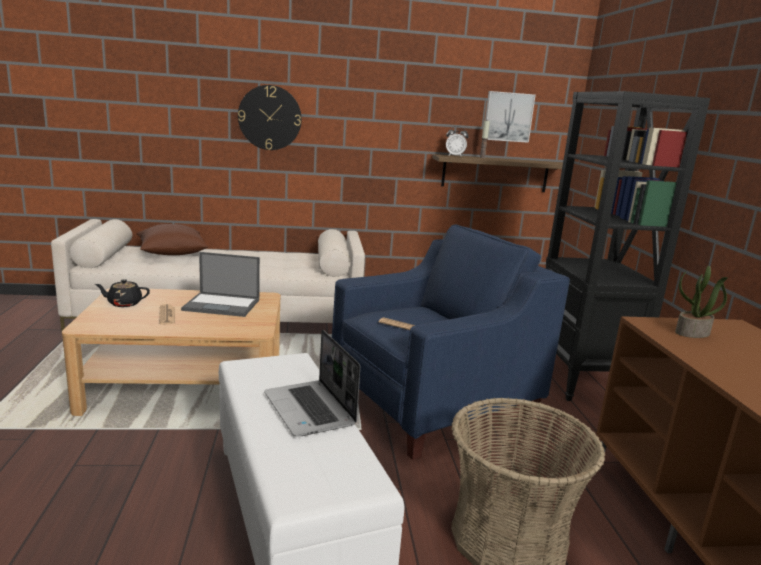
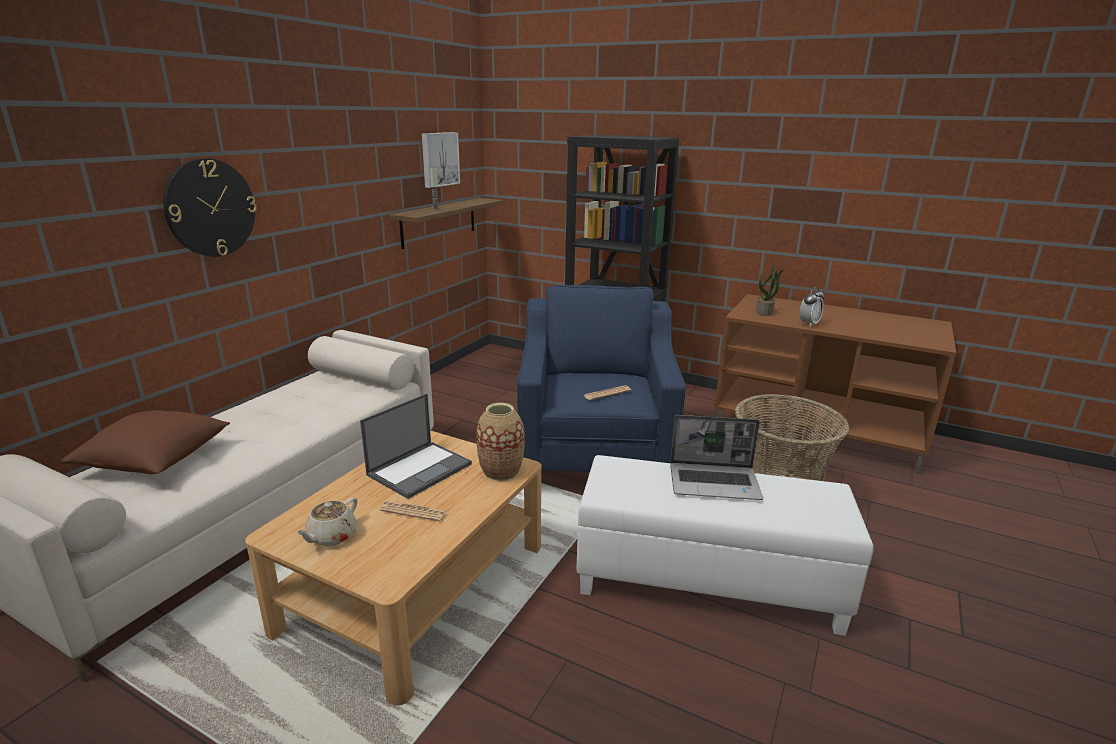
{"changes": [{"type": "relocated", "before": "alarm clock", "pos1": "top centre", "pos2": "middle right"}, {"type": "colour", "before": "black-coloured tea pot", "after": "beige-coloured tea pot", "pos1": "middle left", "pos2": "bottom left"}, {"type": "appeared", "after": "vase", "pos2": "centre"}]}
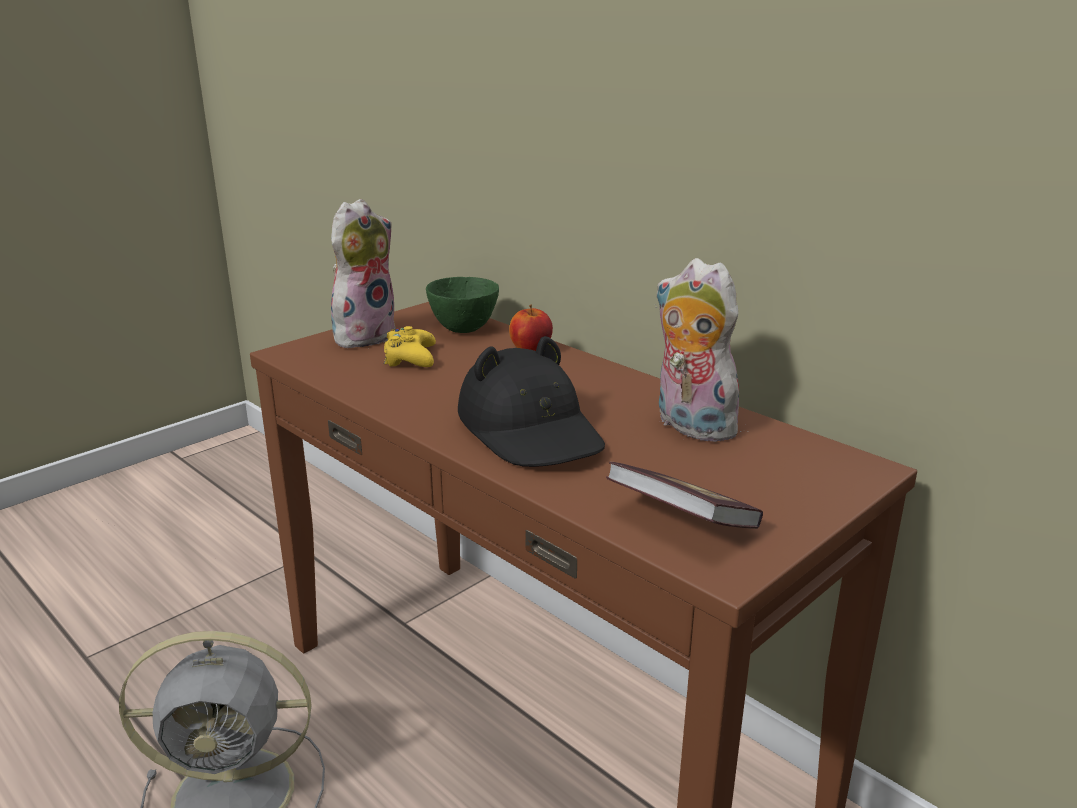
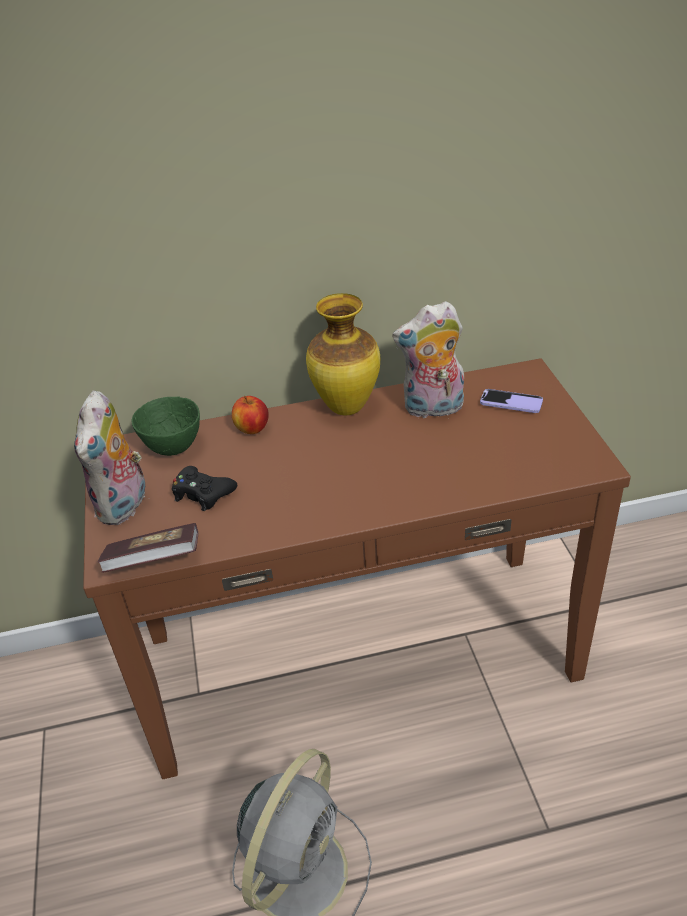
{"changes": [{"type": "spun", "before": "cuddly toy (no. 1 from left)", "pos1": "centre", "pos2": "middle left", "turn": -150}, {"type": "colour", "before": "yellow joypad", "after": "black-coloured joypad", "pos1": "centre", "pos2": "middle left"}, {"type": "missing", "before": "black-coloured wearable hat", "pos1": "centre"}, {"type": "relocated", "before": "book", "pos1": "centre", "pos2": "middle left"}, {"type": "appeared", "after": "vase", "pos2": "centre"}, {"type": "appeared", "after": "handset", "pos2": "middle right"}]}
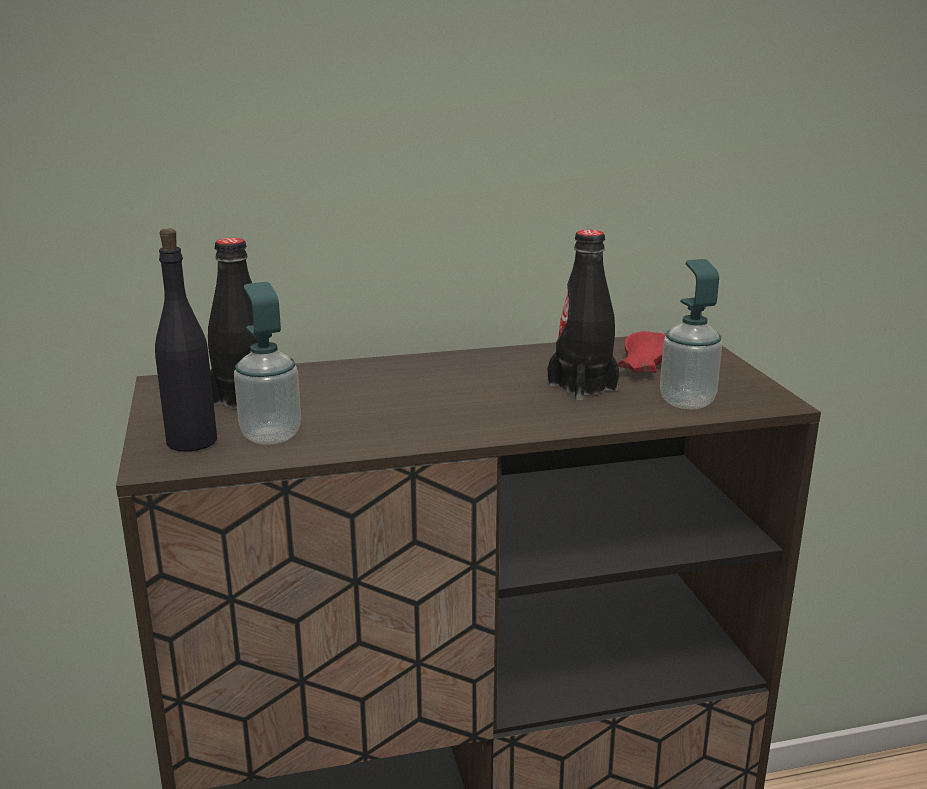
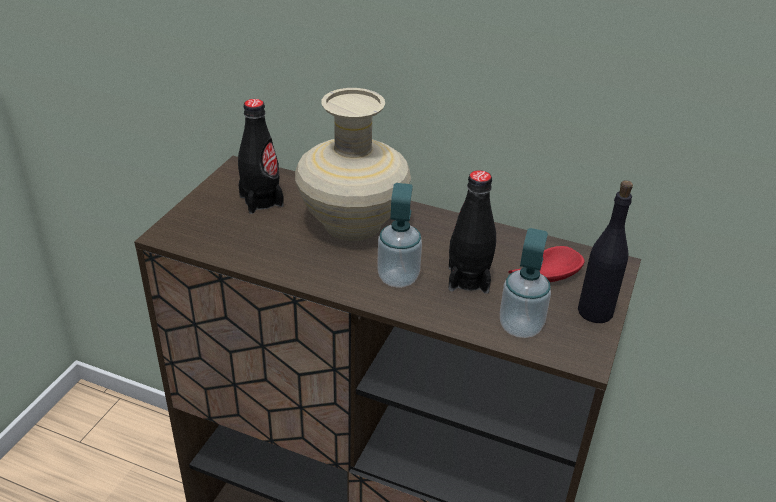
{"changes": [{"type": "relocated", "before": "black-coloured drink bottle (no. 1 from left in the first image)", "after": "black-coloured drink bottle (no. 3 from left)", "pos1": "middle left", "pos2": "middle right"}, {"type": "relocated", "before": "soap bottle (no. 1 from left)", "pos1": "middle left", "pos2": "centre"}, {"type": "appeared", "after": "beige-coloured vase", "pos2": "top centre"}]}
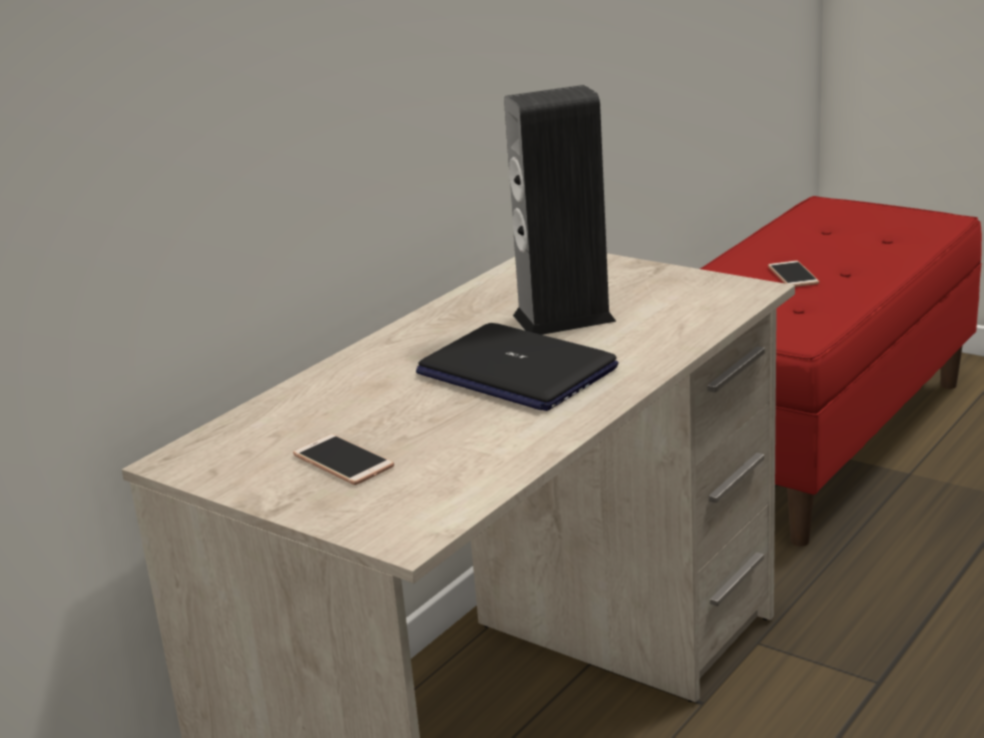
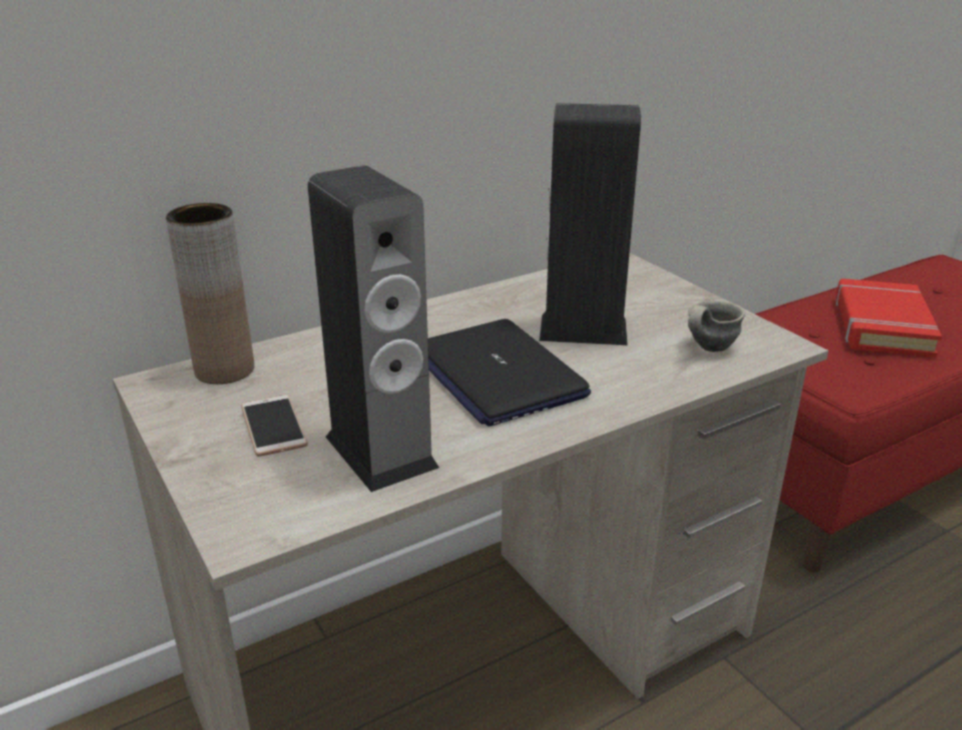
{"changes": [{"type": "exchanged", "before": "handset (no. 2 from left)", "after": "red-coloured book", "pos1": "middle right", "pos2": "middle right"}, {"type": "appeared", "after": "audio speaker (no. 1 from left)", "pos2": "centre"}, {"type": "appeared", "after": "brown vase", "pos2": "middle left"}, {"type": "appeared", "after": "gray coffee mug", "pos2": "middle right"}]}
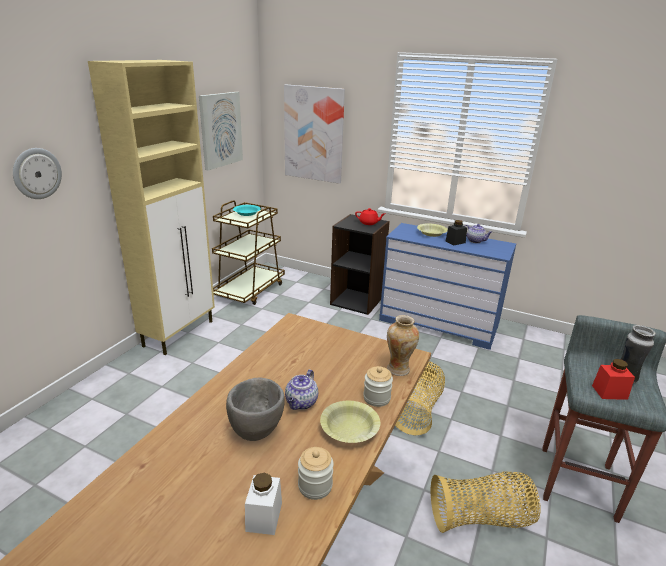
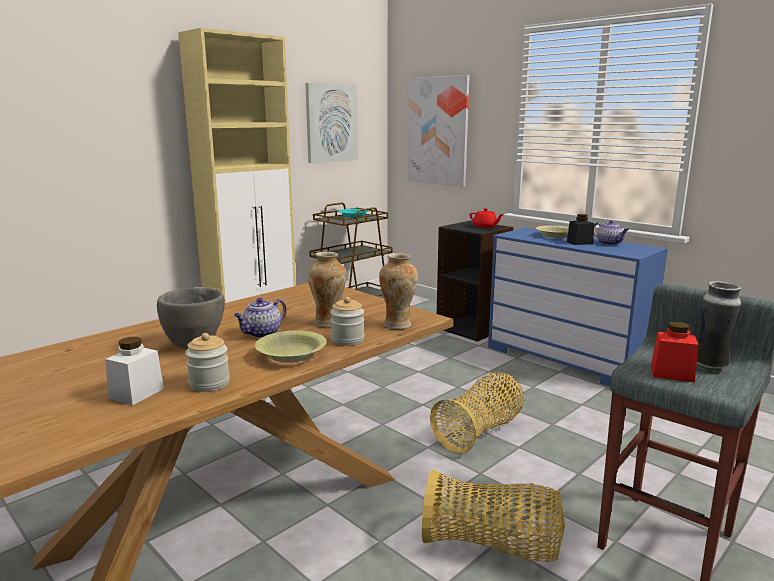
{"changes": [{"type": "missing", "before": "wall clock", "pos1": "top left"}, {"type": "appeared", "after": "vase (no. 1 from left)", "pos2": "centre"}]}
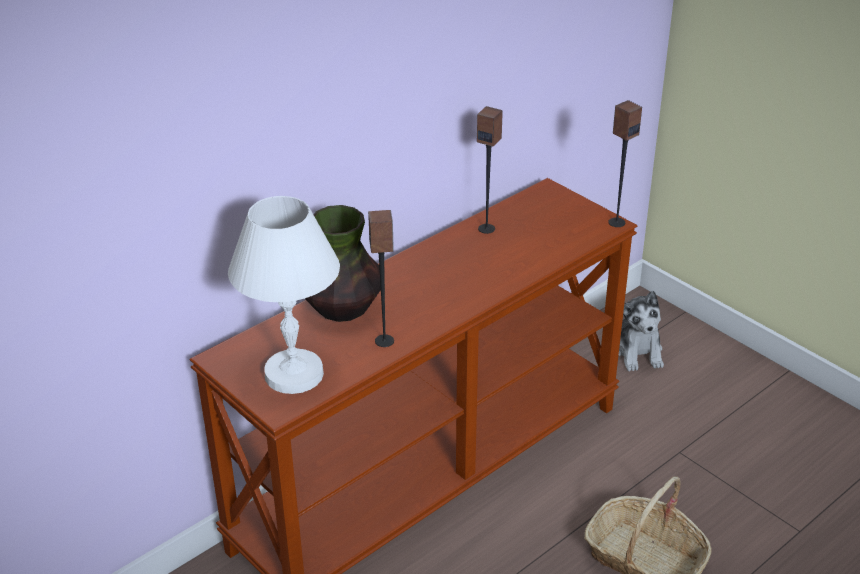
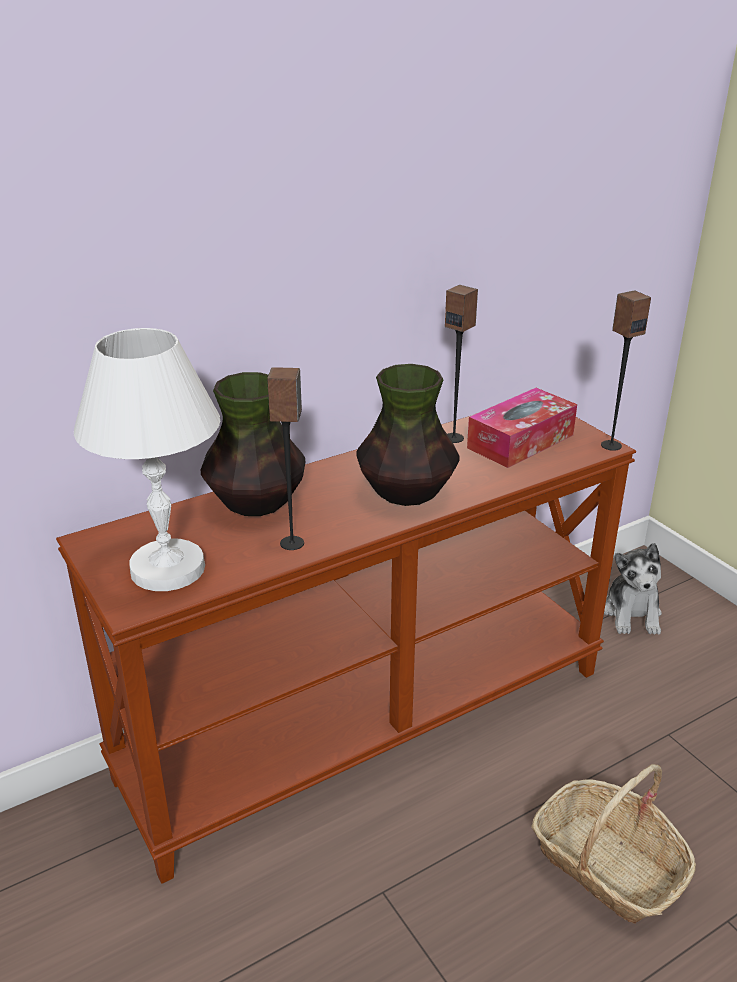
{"changes": [{"type": "appeared", "after": "vase (no. 2 from left)", "pos2": "centre"}, {"type": "appeared", "after": "tissue holder", "pos2": "middle right"}]}
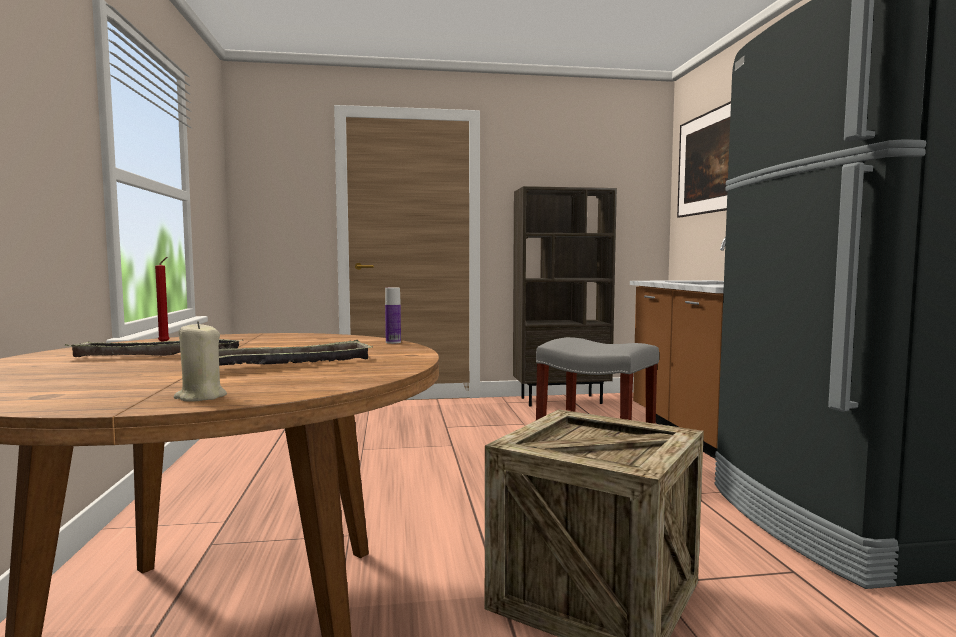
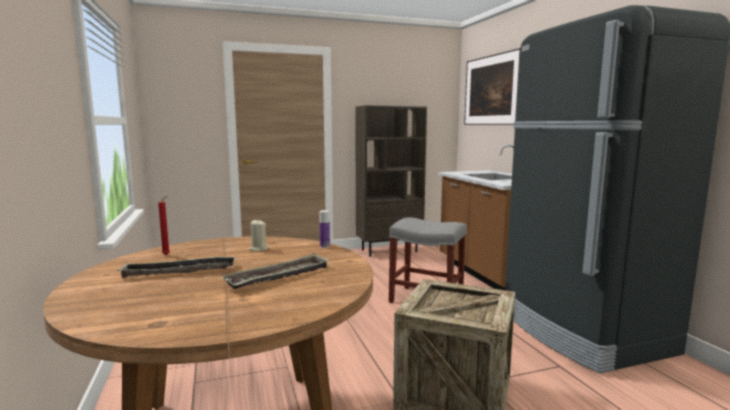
{"changes": [{"type": "relocated", "before": "beige-coloured wax candle", "pos1": "middle left", "pos2": "centre"}]}
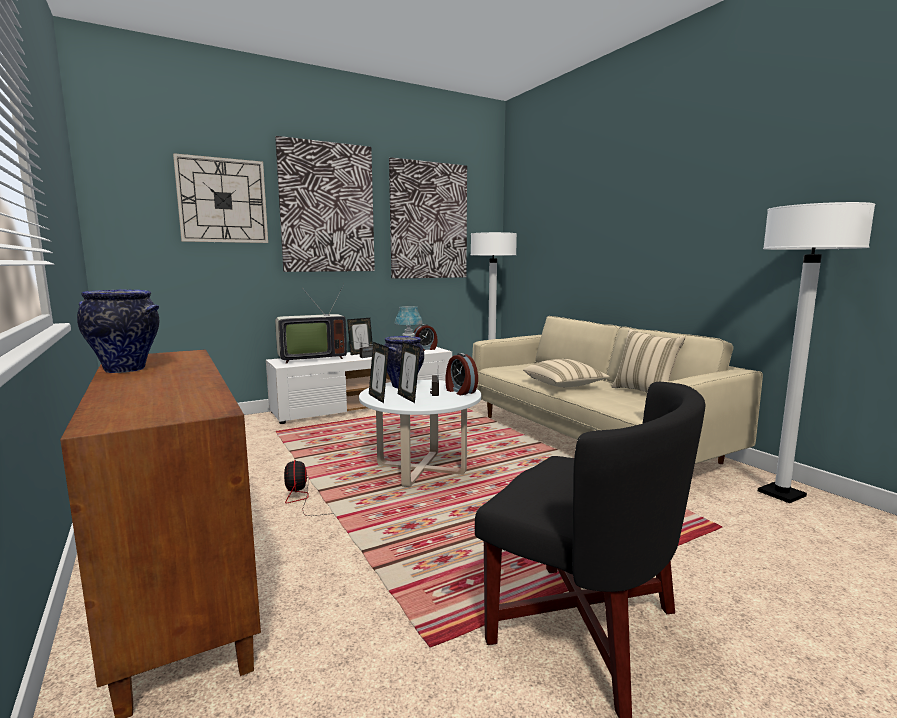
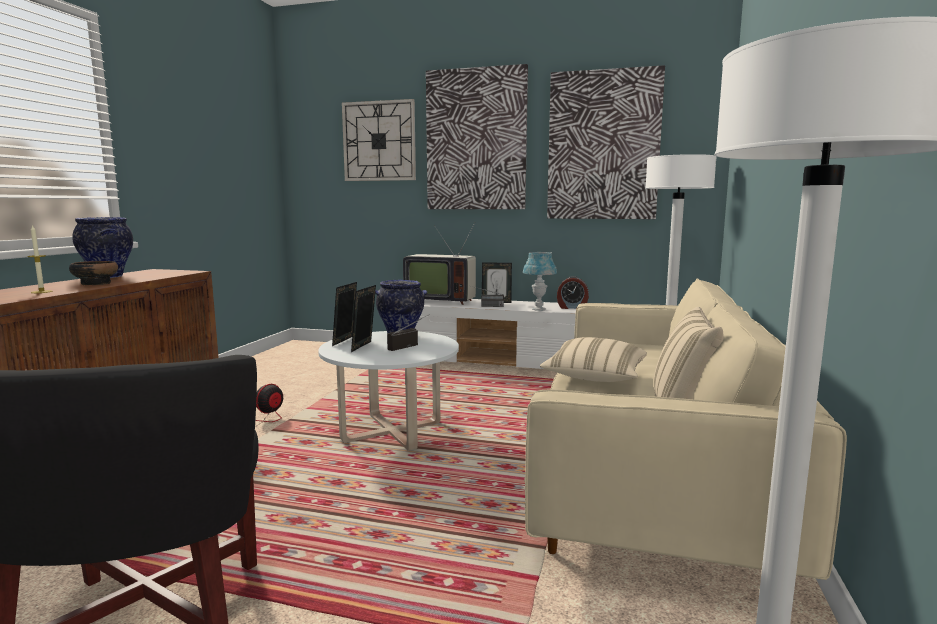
{"changes": [{"type": "missing", "before": "alarm clock (no. 2 from left)", "pos1": "centre"}, {"type": "appeared", "after": "wax candle", "pos2": "middle left"}, {"type": "appeared", "after": "deep dish", "pos2": "middle left"}]}
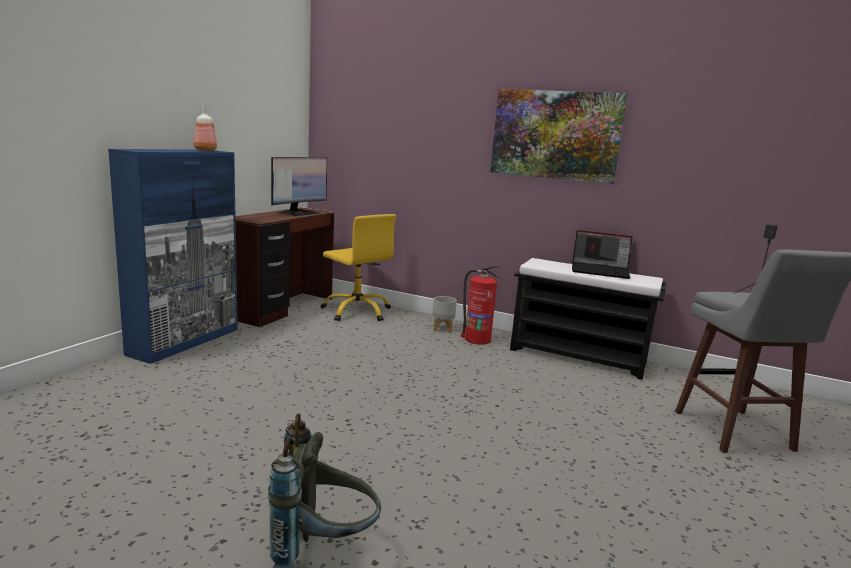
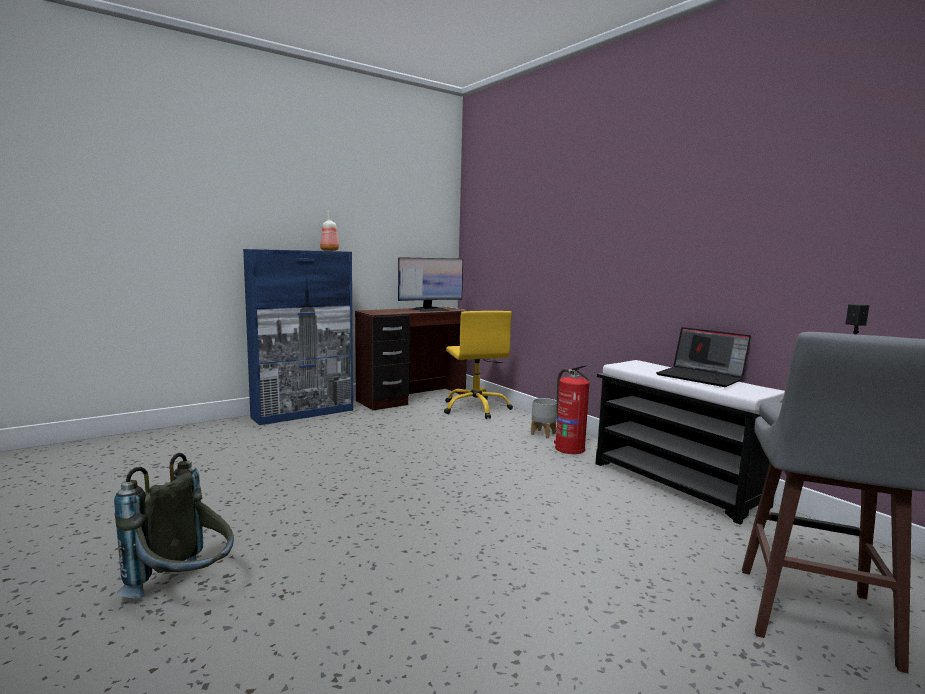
{"changes": [{"type": "missing", "before": "picture", "pos1": "top centre"}]}
